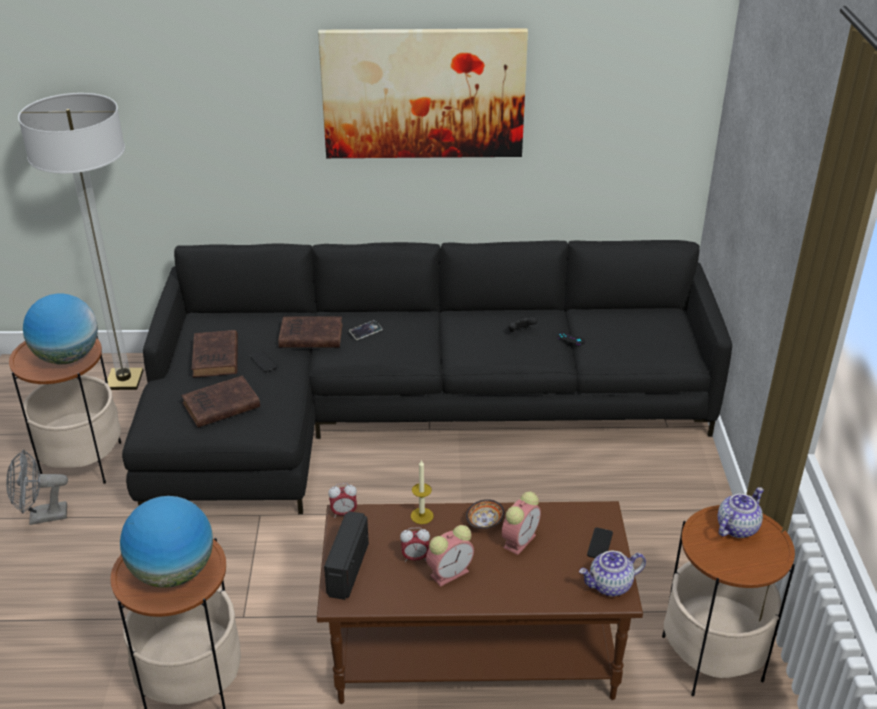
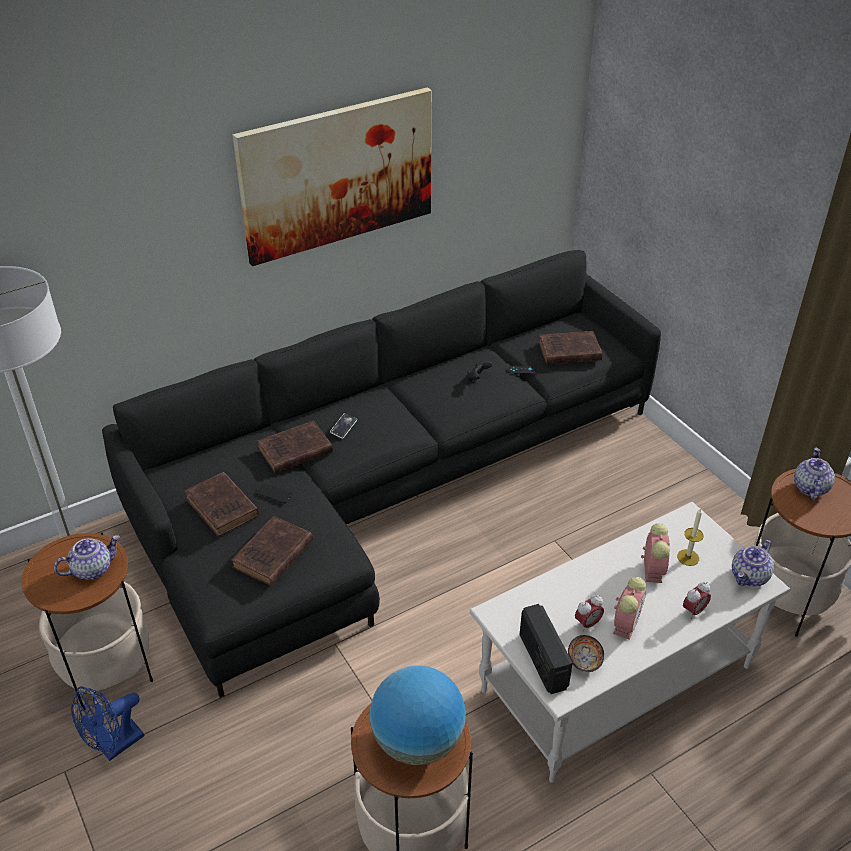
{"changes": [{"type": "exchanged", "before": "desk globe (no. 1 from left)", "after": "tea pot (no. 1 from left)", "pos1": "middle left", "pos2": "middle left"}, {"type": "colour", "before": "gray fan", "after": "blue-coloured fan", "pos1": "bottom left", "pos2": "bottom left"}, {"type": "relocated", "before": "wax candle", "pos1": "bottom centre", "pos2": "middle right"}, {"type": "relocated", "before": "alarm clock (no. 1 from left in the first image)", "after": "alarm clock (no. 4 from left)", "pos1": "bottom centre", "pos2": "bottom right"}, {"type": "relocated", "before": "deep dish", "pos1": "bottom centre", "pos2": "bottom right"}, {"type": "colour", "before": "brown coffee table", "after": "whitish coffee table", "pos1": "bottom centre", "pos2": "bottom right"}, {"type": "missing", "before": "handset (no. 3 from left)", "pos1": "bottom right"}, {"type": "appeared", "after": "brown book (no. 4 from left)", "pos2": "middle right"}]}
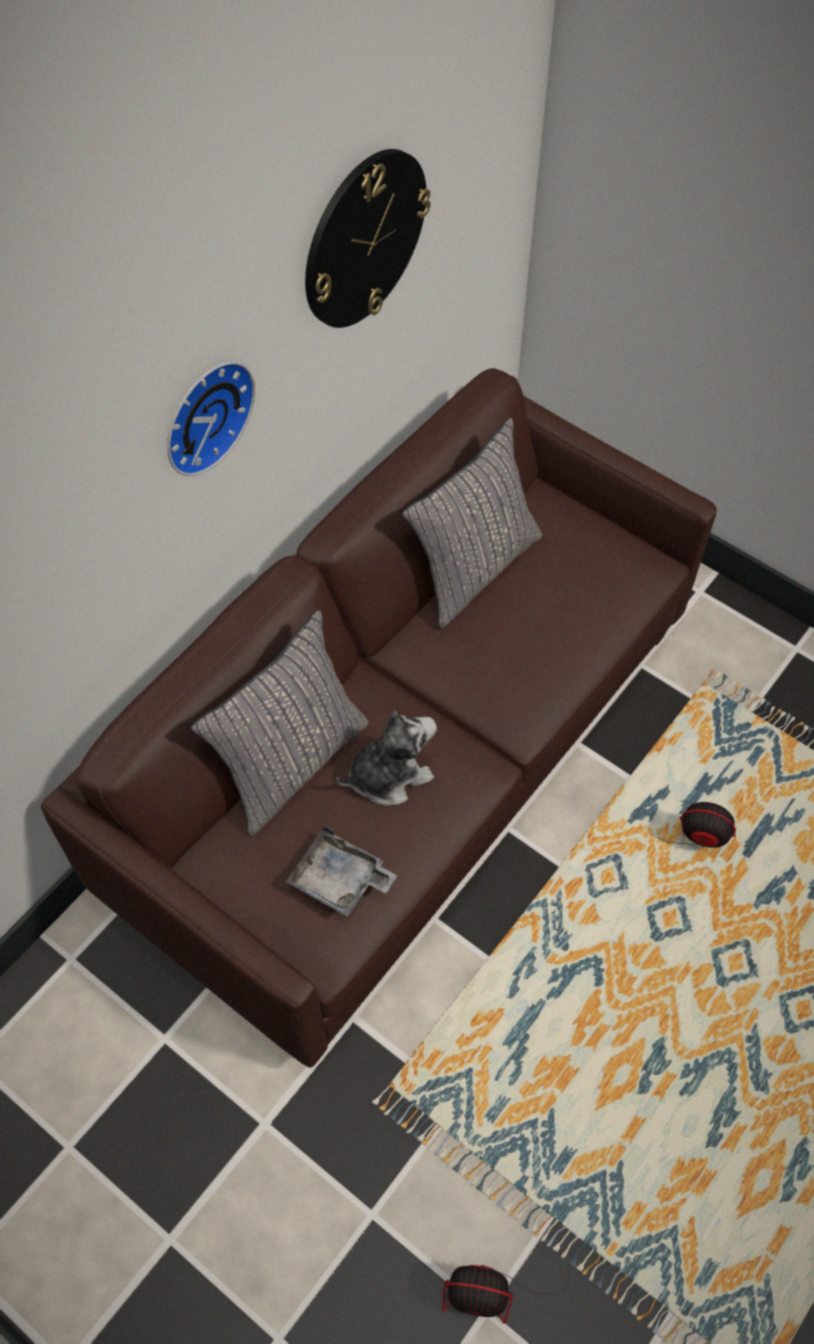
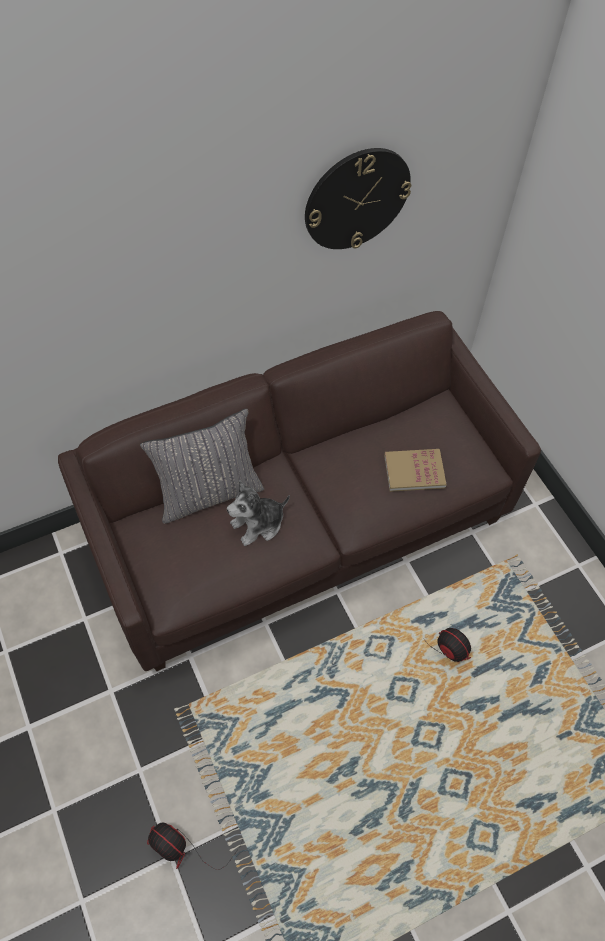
{"changes": [{"type": "missing", "before": "wall clock (no. 1 from left)", "pos1": "top left"}, {"type": "missing", "before": "gray pillow (no. 2 from left)", "pos1": "centre"}, {"type": "spun", "before": "cuddly toy", "pos1": "centre", "pos2": "centre", "turn": 150}, {"type": "missing", "before": "gray serving tray", "pos1": "centre"}, {"type": "appeared", "after": "book", "pos2": "middle right"}]}
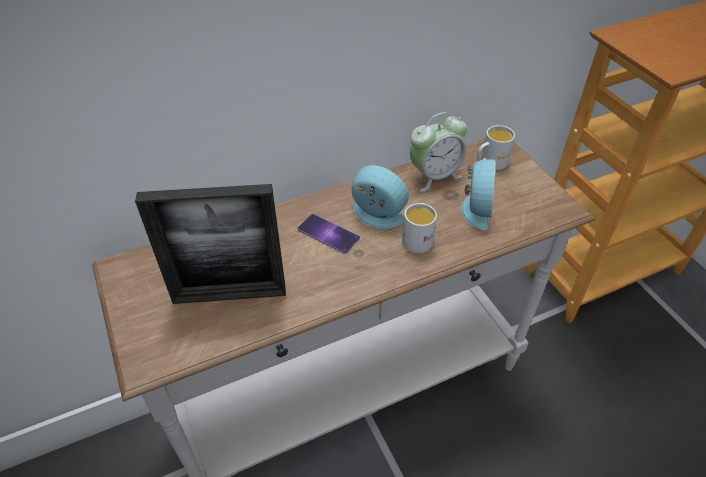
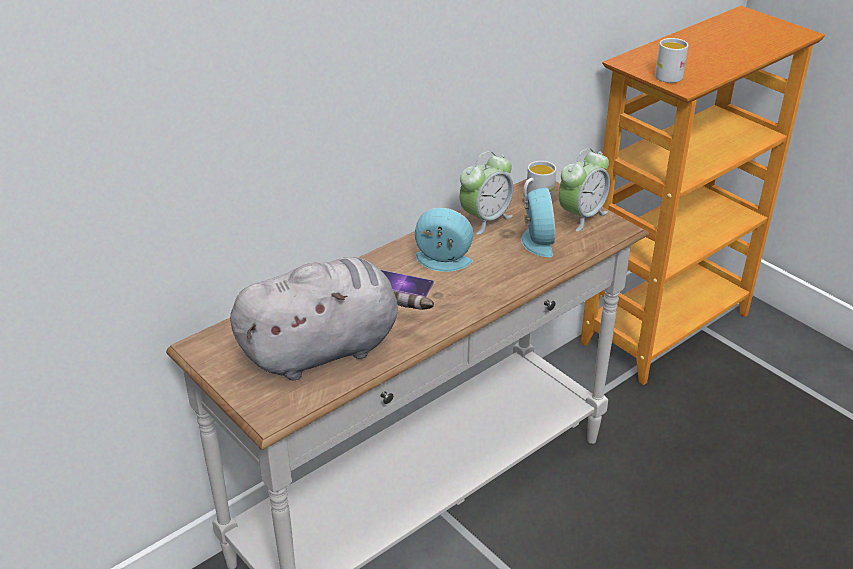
{"changes": [{"type": "exchanged", "before": "photo frame", "after": "gray cuddly toy", "pos1": "middle left", "pos2": "centre"}, {"type": "relocated", "before": "whitish coffee mug (no. 1 from left in the first image)", "after": "whitish coffee mug (no. 2 from left)", "pos1": "centre", "pos2": "top right"}, {"type": "appeared", "after": "alarm clock (no. 4 from left)", "pos2": "middle right"}]}
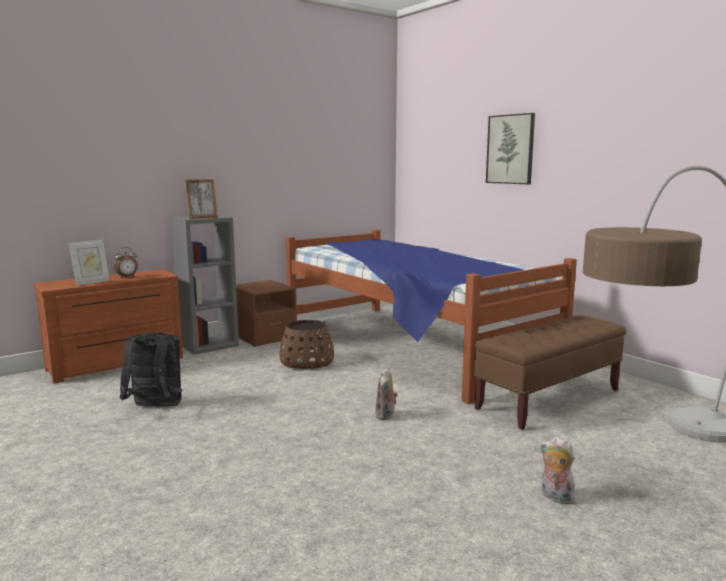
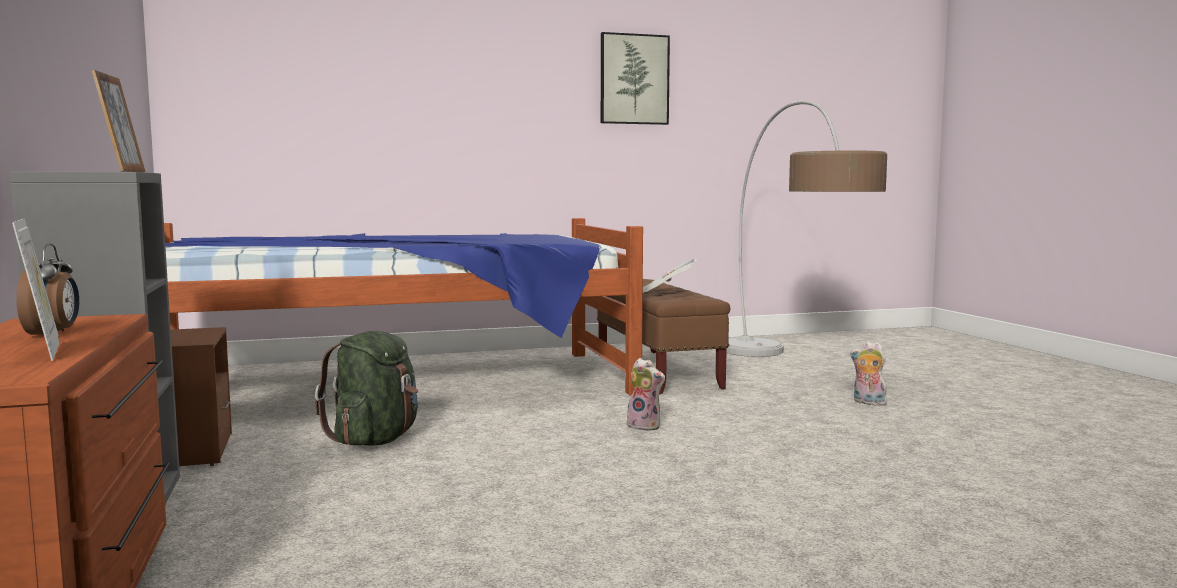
{"changes": [{"type": "relocated", "before": "picture", "pos1": "top right", "pos2": "top centre"}, {"type": "exchanged", "before": "brown plant pot", "after": "green rucksack", "pos1": "centre", "pos2": "middle left"}, {"type": "missing", "before": "black-coloured rucksack", "pos1": "middle left"}, {"type": "spun", "before": "cuddly toy (no. 2 from left)", "pos1": "bottom right", "pos2": "middle right", "turn": 60}, {"type": "appeared", "after": "newspaper", "pos2": "centre"}]}
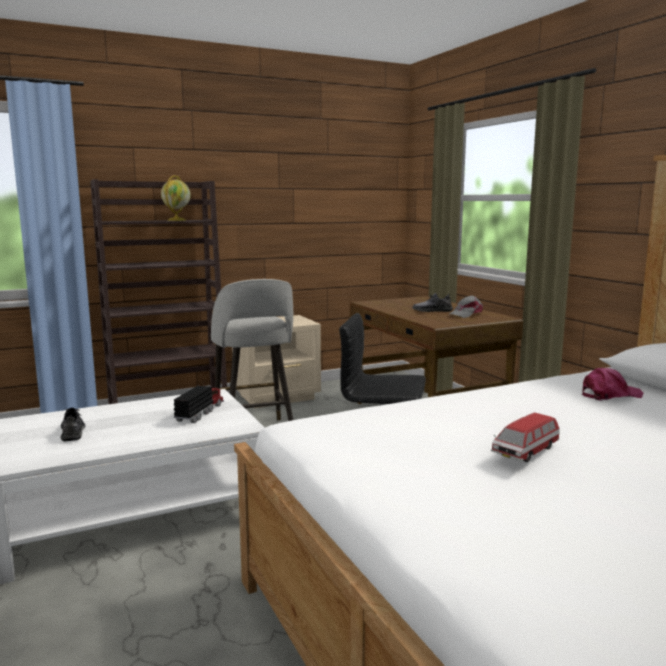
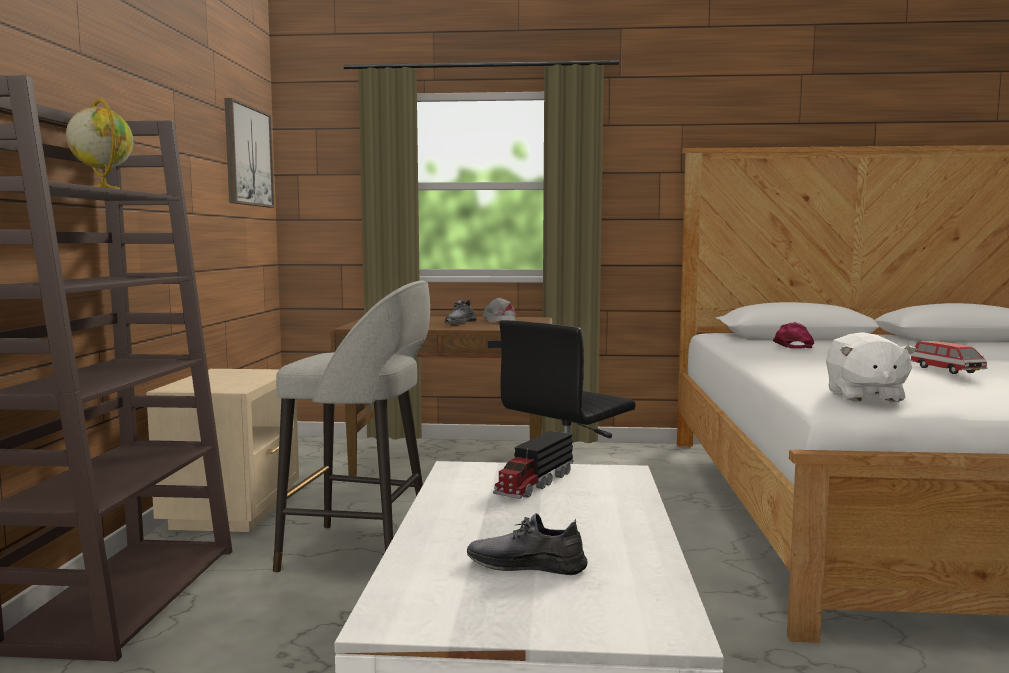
{"changes": [{"type": "spun", "before": "toy truck", "pos1": "middle left", "pos2": "bottom centre", "turn": -105}, {"type": "appeared", "after": "picture", "pos2": "top left"}, {"type": "appeared", "after": "whitish cuddly toy", "pos2": "middle right"}]}
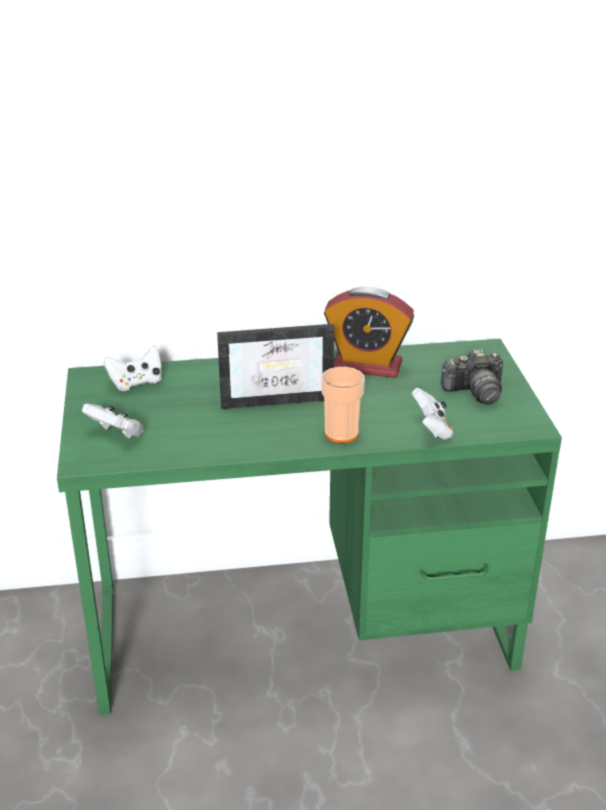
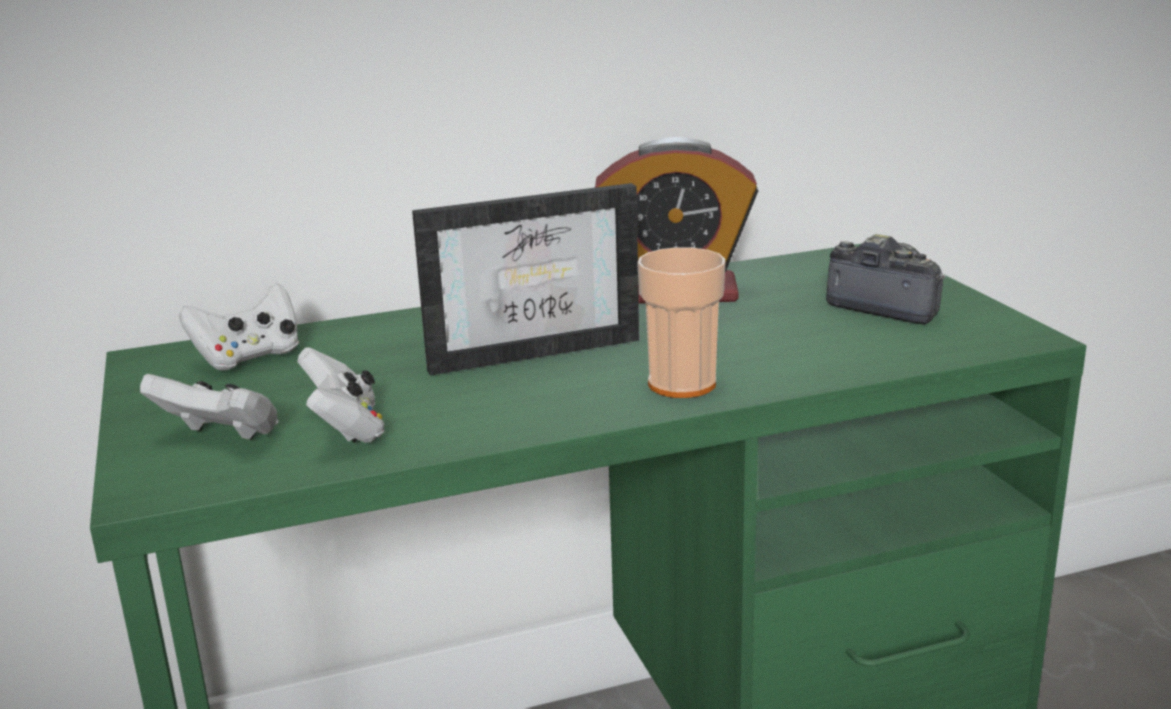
{"changes": [{"type": "spun", "before": "still camera", "pos1": "middle right", "pos2": "middle right", "turn": -120}, {"type": "relocated", "before": "whitish joypad (no. 3 from left)", "pos1": "middle right", "pos2": "middle left"}]}
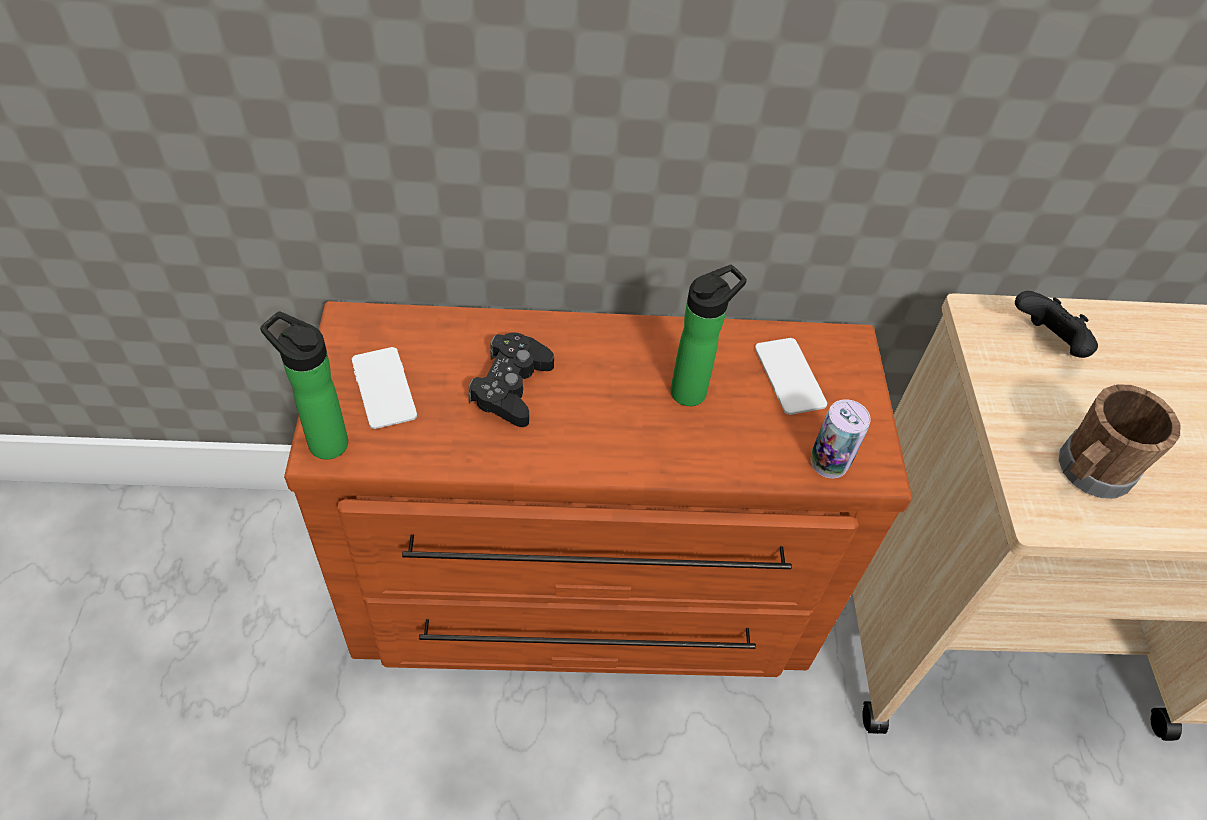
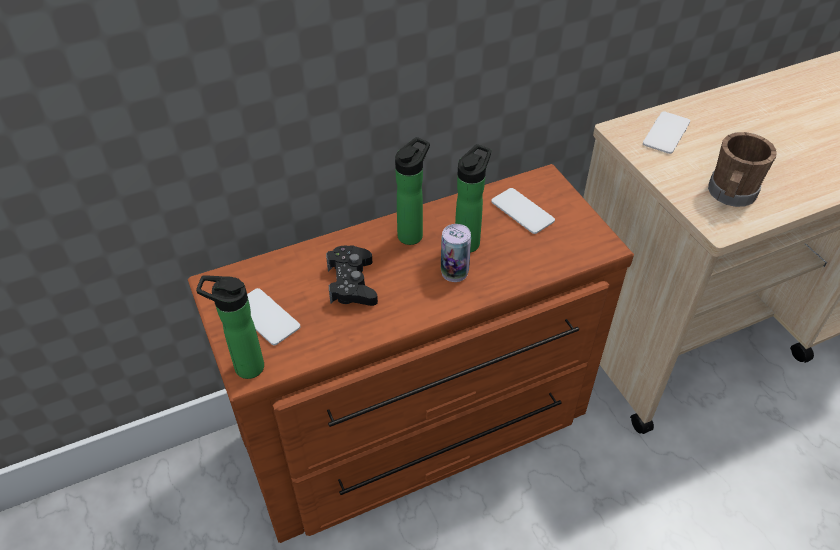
{"changes": [{"type": "exchanged", "before": "black-coloured joypad (no. 2 from left)", "after": "handset (no. 3 from left)", "pos1": "middle right", "pos2": "top right"}, {"type": "relocated", "before": "sealed can", "pos1": "middle right", "pos2": "centre"}, {"type": "appeared", "after": "drink bottle (no. 2 from left)", "pos2": "centre"}]}
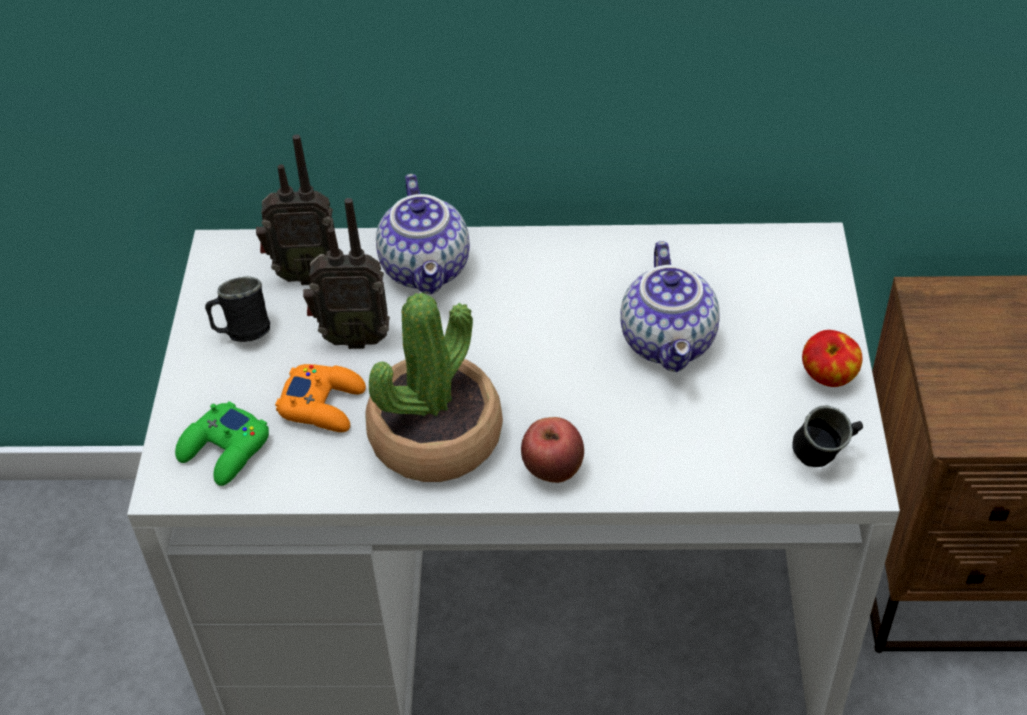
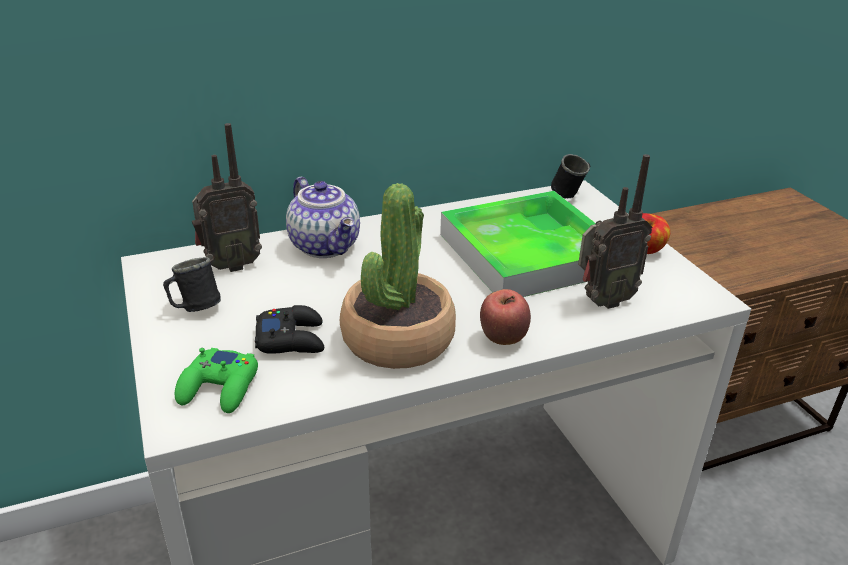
{"changes": [{"type": "relocated", "before": "radio set (no. 2 from left)", "pos1": "centre", "pos2": "middle right"}, {"type": "exchanged", "before": "tea pot (no. 2 from left)", "after": "serving tray", "pos1": "centre", "pos2": "centre"}, {"type": "colour", "before": "orange-coloured joypad", "after": "black-coloured joypad", "pos1": "middle left", "pos2": "centre"}, {"type": "relocated", "before": "black-coloured coffee mug (no. 2 from left)", "pos1": "middle right", "pos2": "top right"}]}
